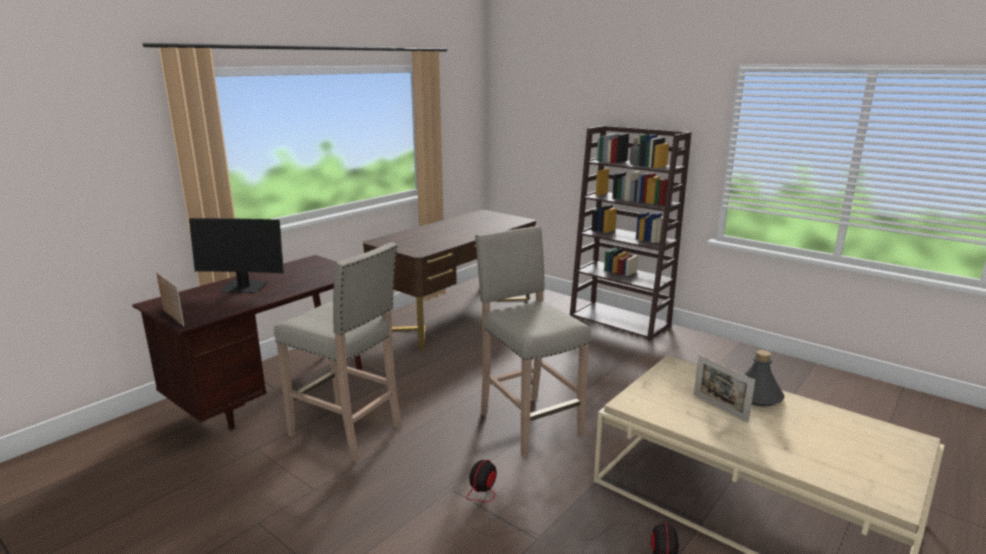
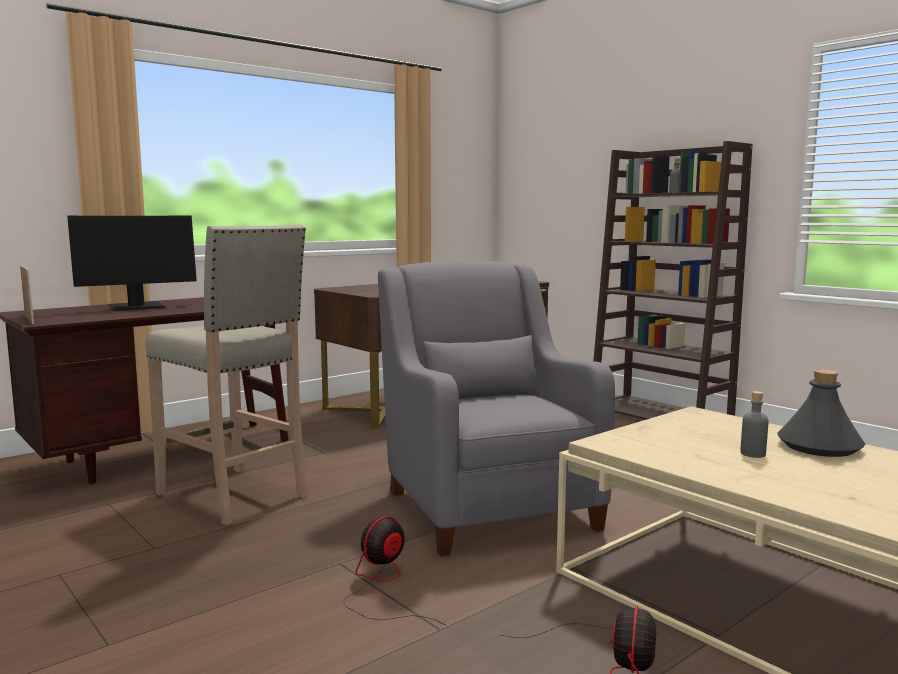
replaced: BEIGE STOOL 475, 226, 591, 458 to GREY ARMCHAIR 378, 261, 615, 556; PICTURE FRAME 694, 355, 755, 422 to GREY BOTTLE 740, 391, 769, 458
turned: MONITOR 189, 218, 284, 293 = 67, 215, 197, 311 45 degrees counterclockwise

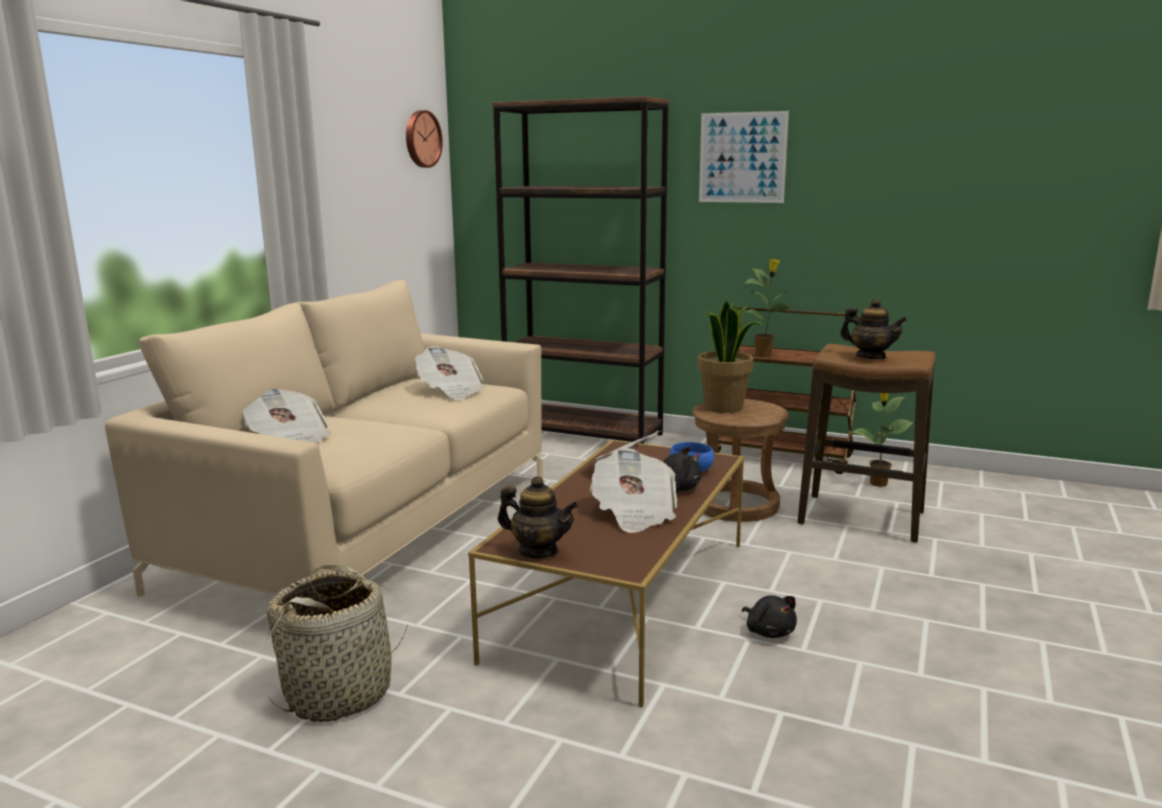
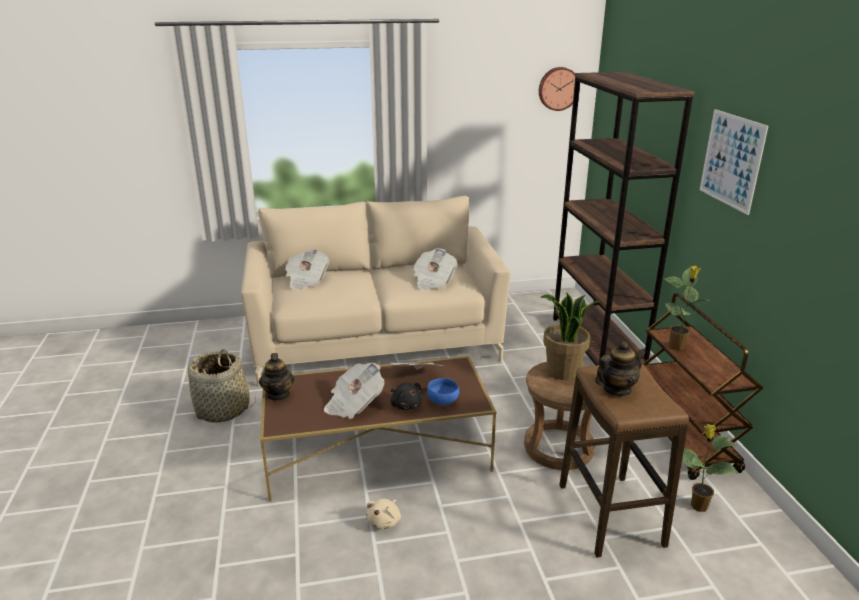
recoloured: BLACK PLUSH TOY 742, 595, 797, 638 to BEIGE PLUSH TOY 366, 498, 401, 529
turned: TEAPOT 840, 298, 907, 359 = 595, 341, 646, 396 120 degrees counterclockwise

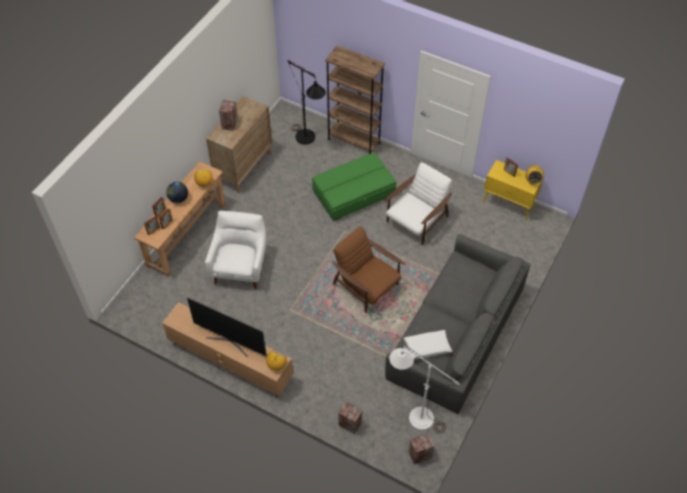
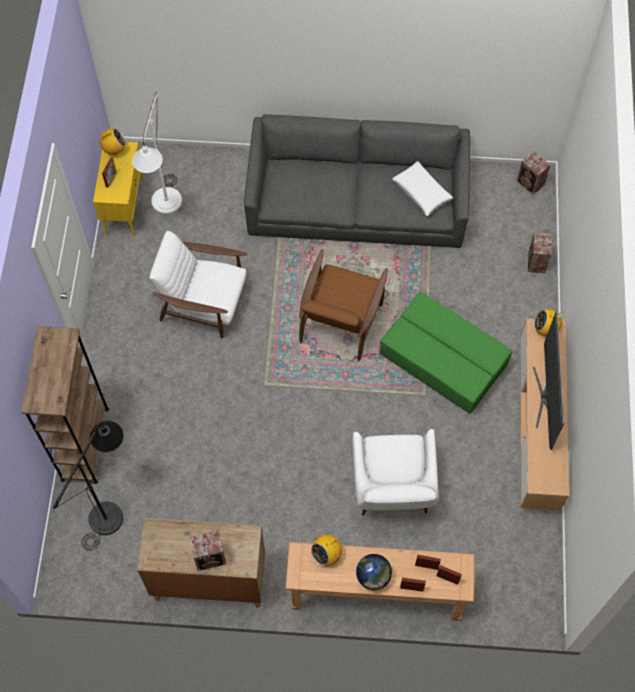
moved: GREEN OTTOMAN 312, 153, 397, 221 to 380, 292, 512, 414; WHITE FLOOR LAMP 389, 345, 461, 434 to 132, 92, 182, 214
turned: WHITE ARMCHAIR 205, 211, 266, 289 = 352, 429, 439, 516 75 degrees counterclockwise

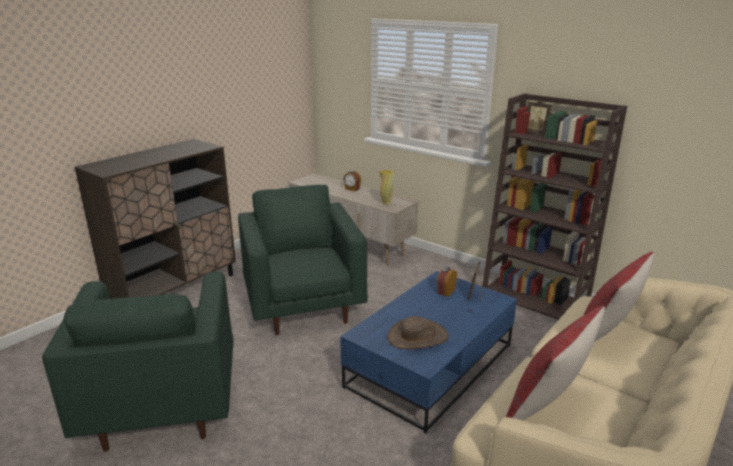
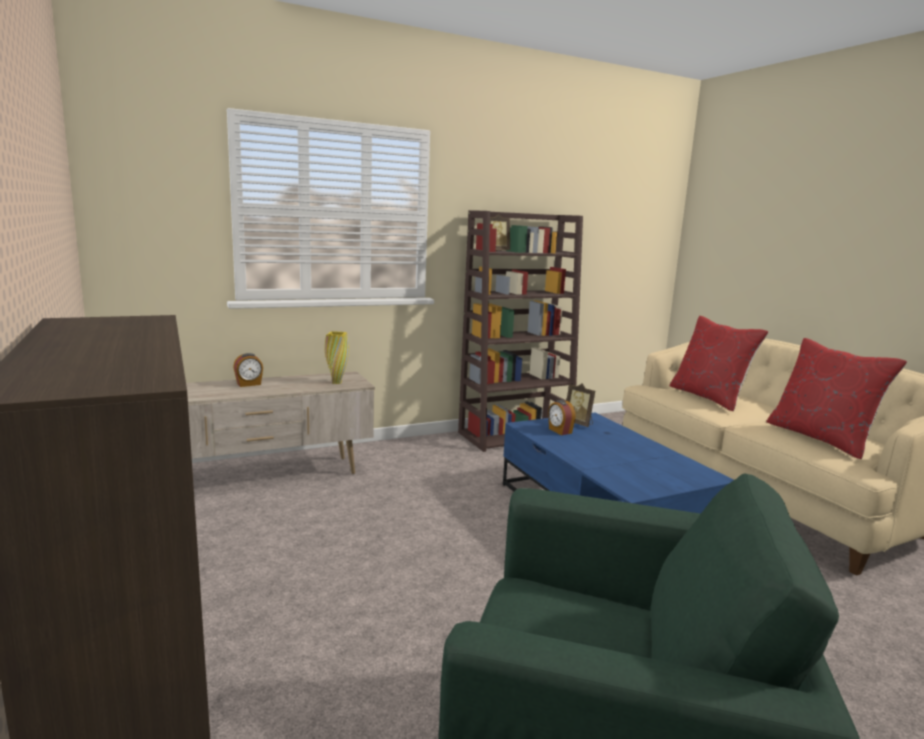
removed: GREEN ARMCHAIR 238, 185, 368, 335; BROWN HAT 388, 316, 449, 349

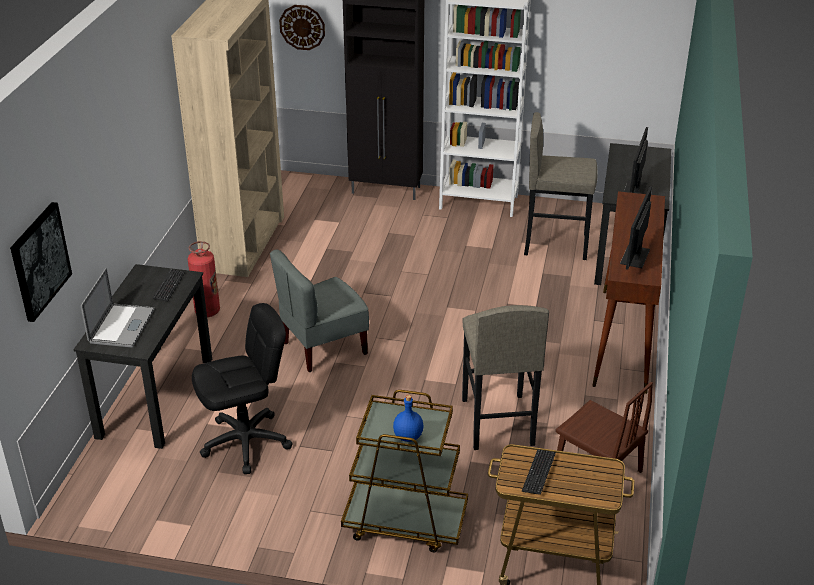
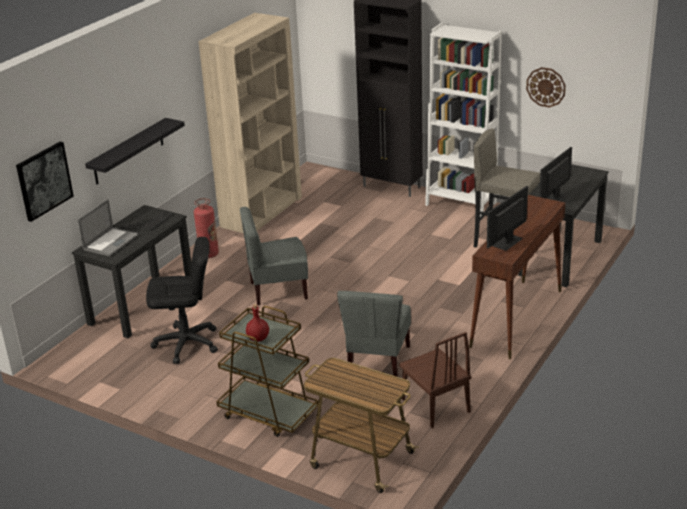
removed: KEYBOARD 522, 449, 556, 495
added: BLACK SHELF 85, 118, 185, 184
moved: WALL CLOCK 279, 5, 325, 50 to 526, 67, 566, 107
replaced: GREY STOOL 462, 305, 549, 450 to GREY CHAIR 337, 291, 411, 377
recoloured: BLUE BOTTLE 393, 395, 424, 442 to RED BOTTLE 246, 304, 269, 342

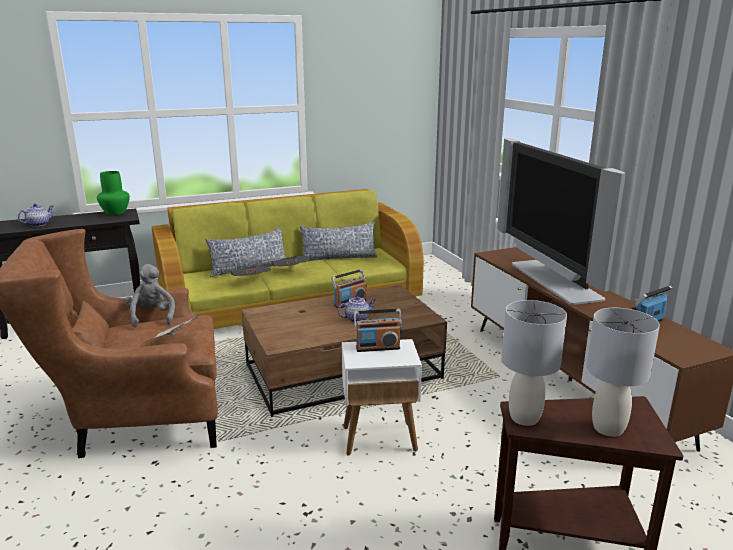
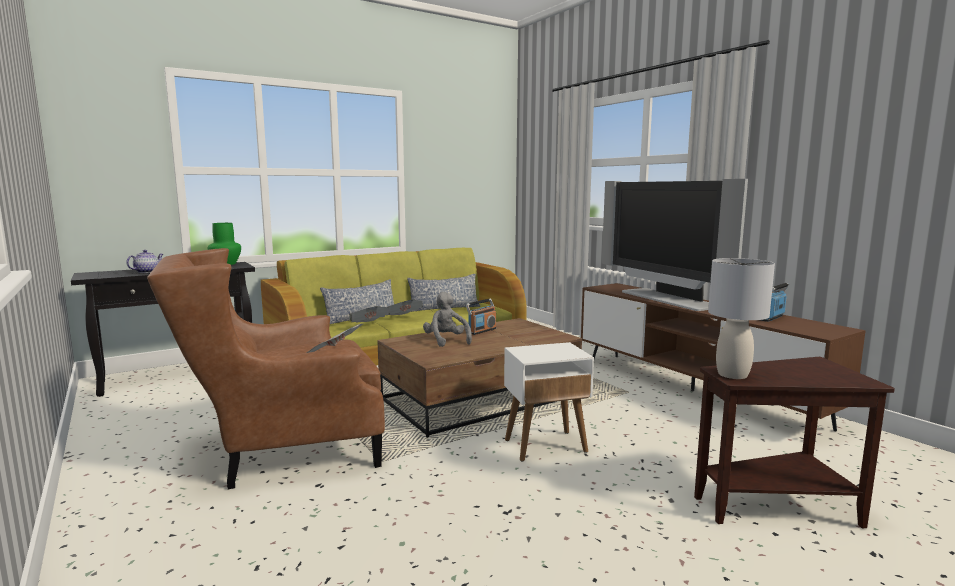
removed: TEAPOT 338, 296, 376, 322; GREY TABLE LAMP 587, 308, 660, 437; RADIO 354, 309, 402, 352
moved: GREY PLUSH TOY 125, 264, 175, 327 to 423, 292, 472, 347

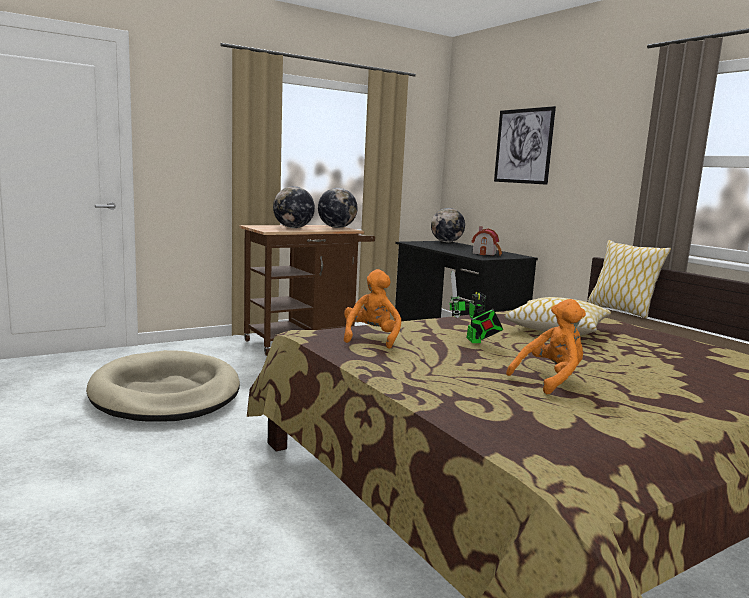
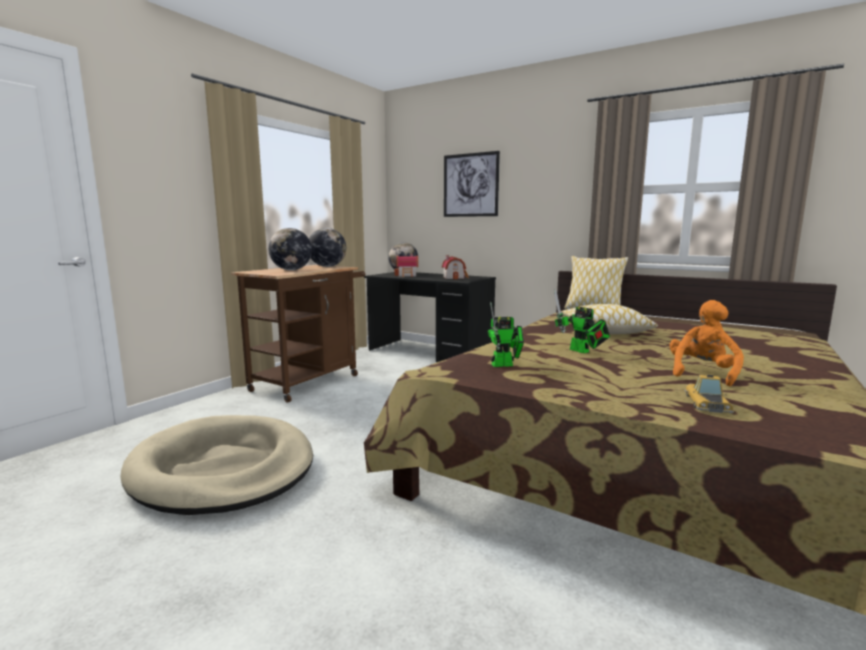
added: TOY HOUSE 395, 254, 418, 277; TOY CAR 685, 374, 734, 413
replaced: ORANGE PLUSH TOY 344, 269, 401, 349 to TOY ROBOT 488, 302, 524, 367

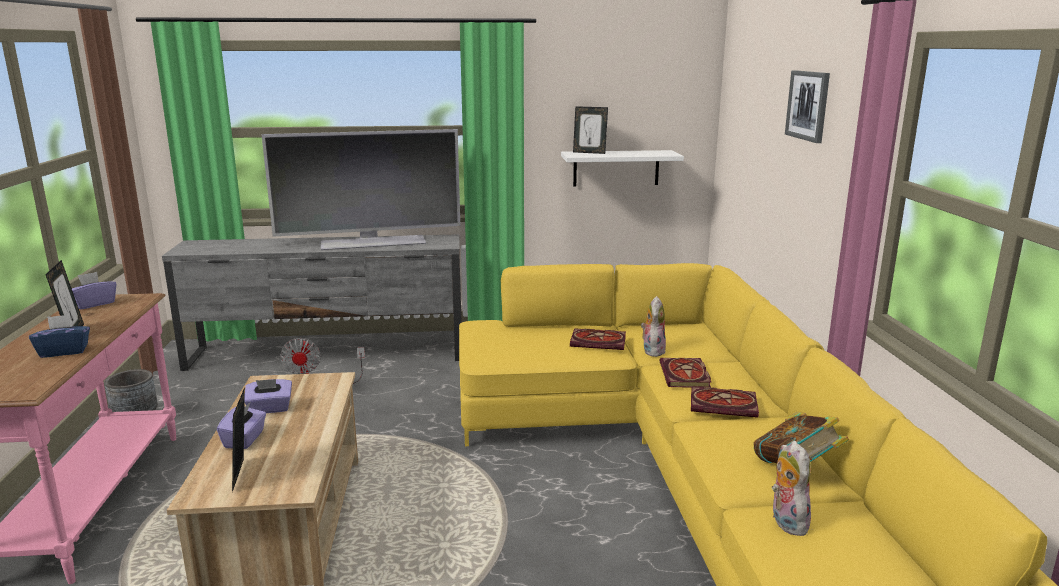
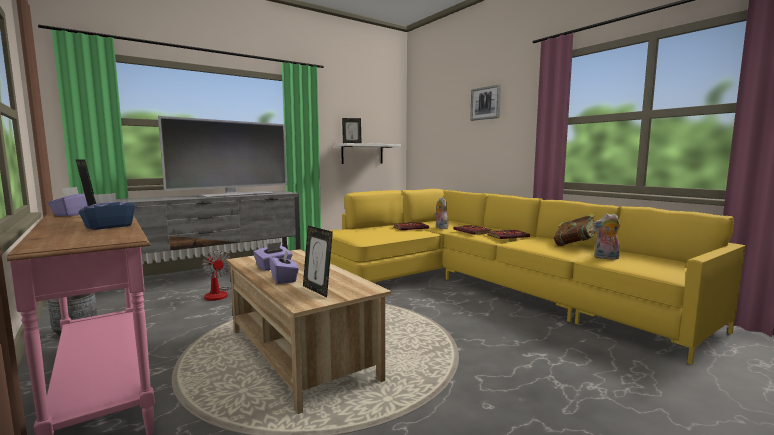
turned: PLUSH TOY 772, 441, 811, 536 = 593, 213, 620, 260 45 degrees counterclockwise

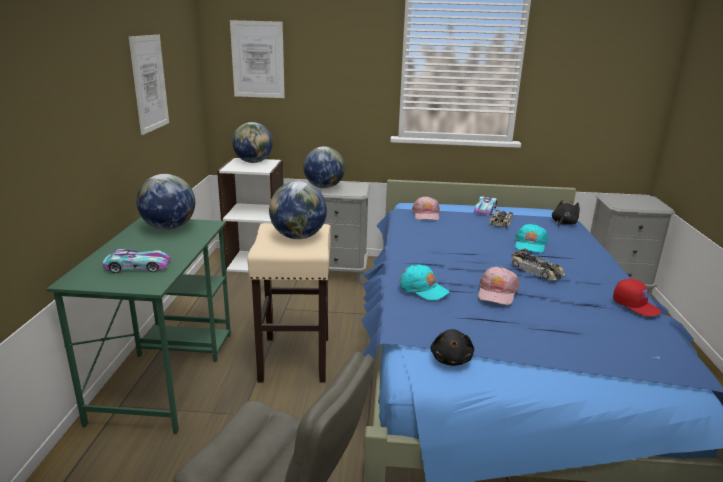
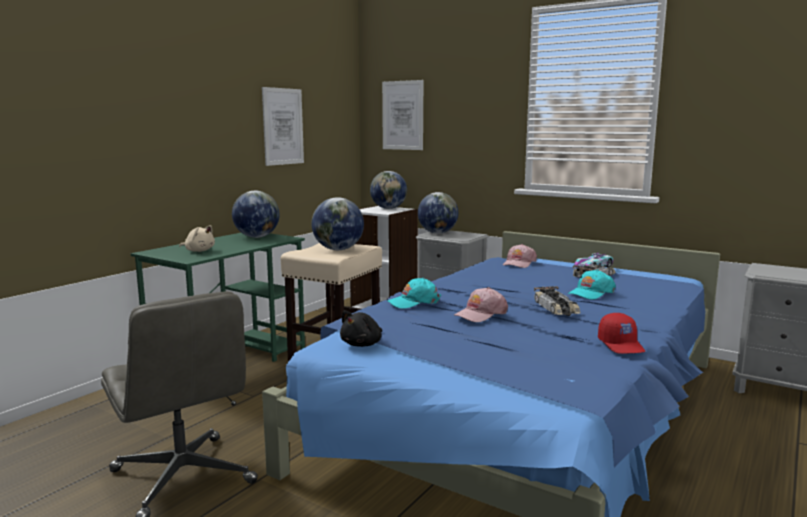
removed: BLACK PLUSH TOY 552, 200, 580, 227
replaced: TOY CAR 103, 249, 170, 273 to BEIGE PLUSH TOY 179, 225, 215, 252
turned: TURQUOISE CAP 399, 264, 450, 301 = 387, 278, 441, 309 90 degrees clockwise

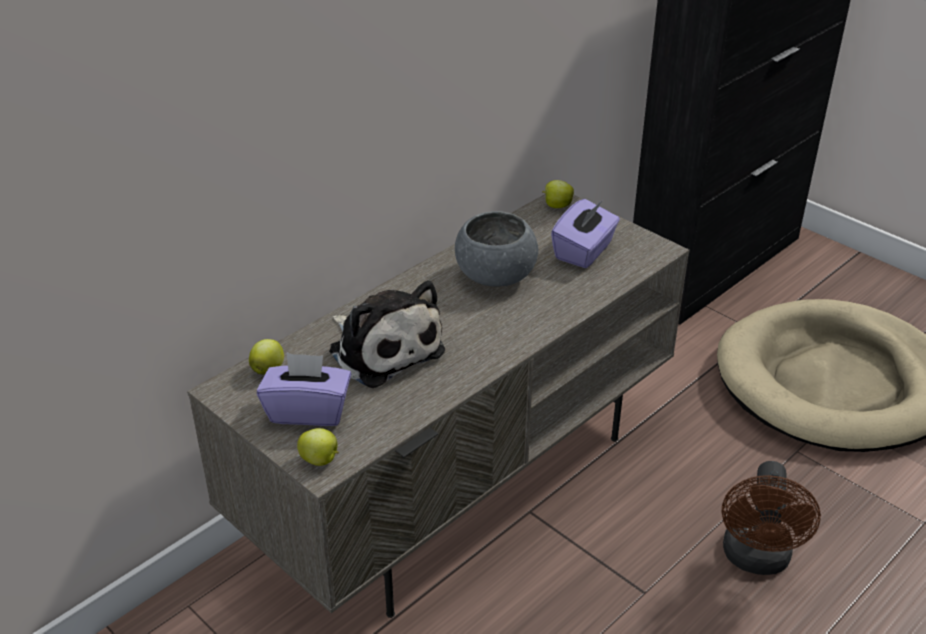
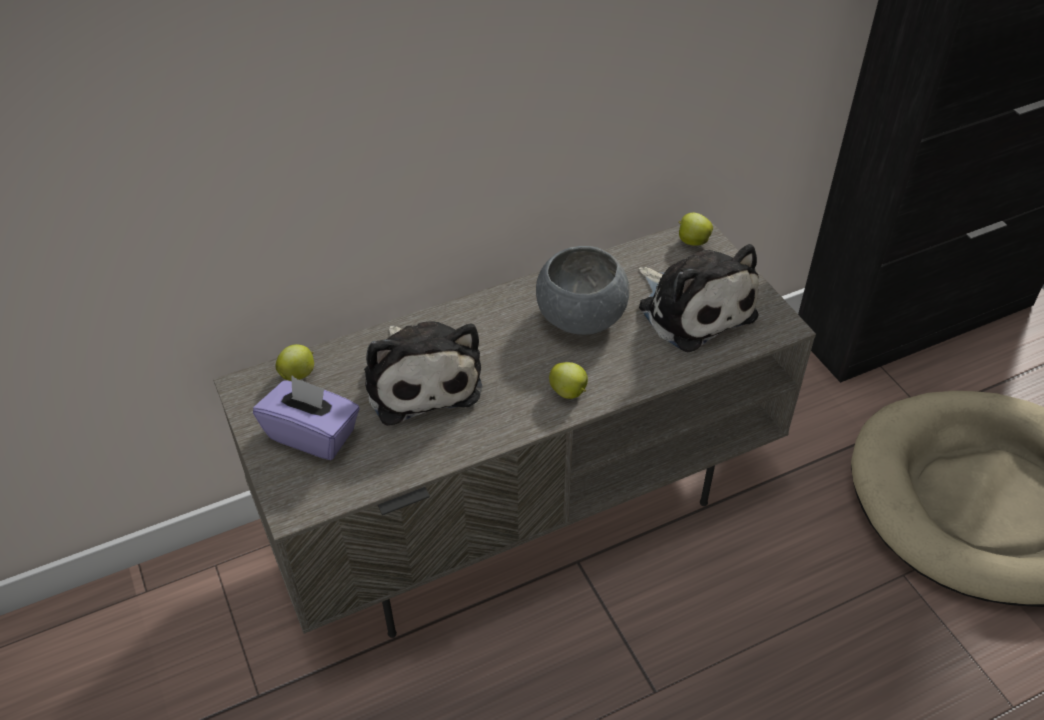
removed: BROWN FAN 722, 461, 821, 575
moved: APPLE 297, 428, 339, 466 to 549, 362, 588, 399
replaced: PURPLE TISSUE BOX 551, 199, 620, 268 to PLUSH TOY 639, 244, 759, 352

